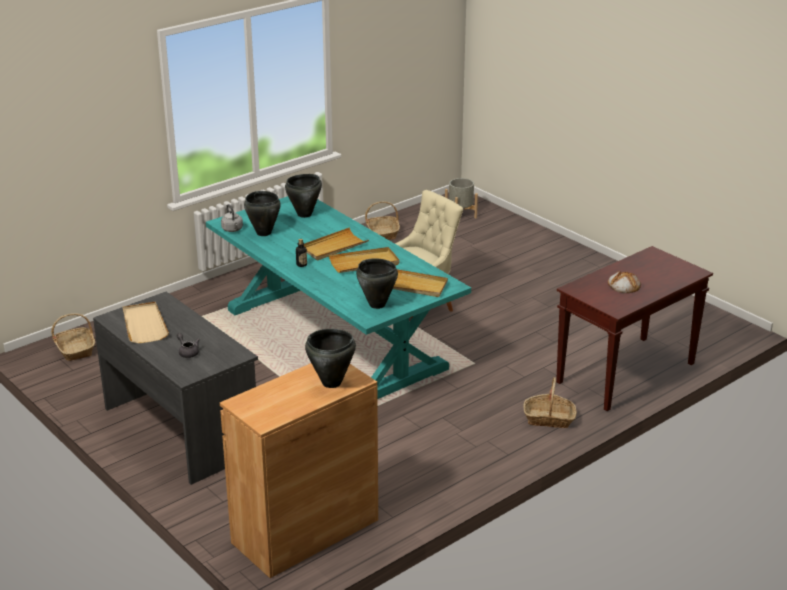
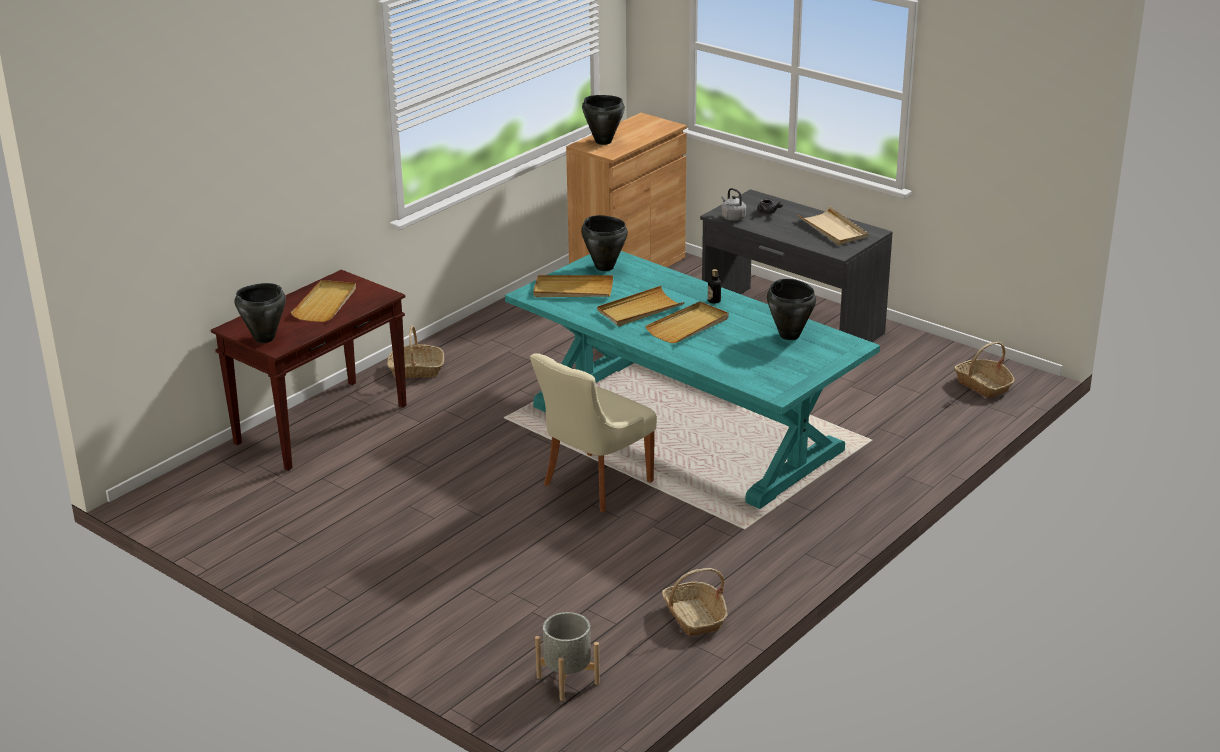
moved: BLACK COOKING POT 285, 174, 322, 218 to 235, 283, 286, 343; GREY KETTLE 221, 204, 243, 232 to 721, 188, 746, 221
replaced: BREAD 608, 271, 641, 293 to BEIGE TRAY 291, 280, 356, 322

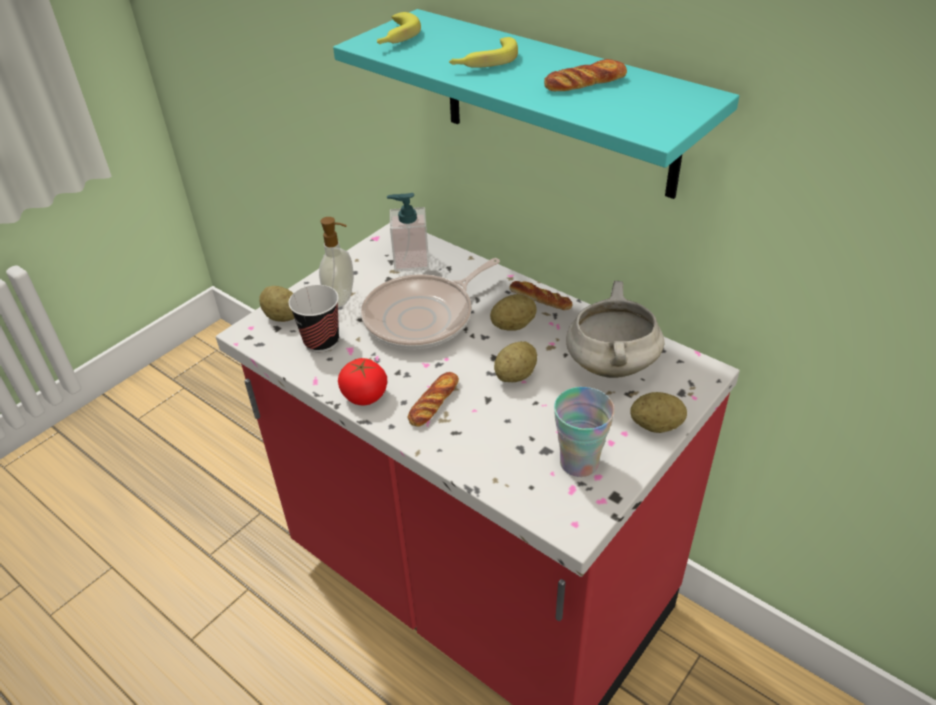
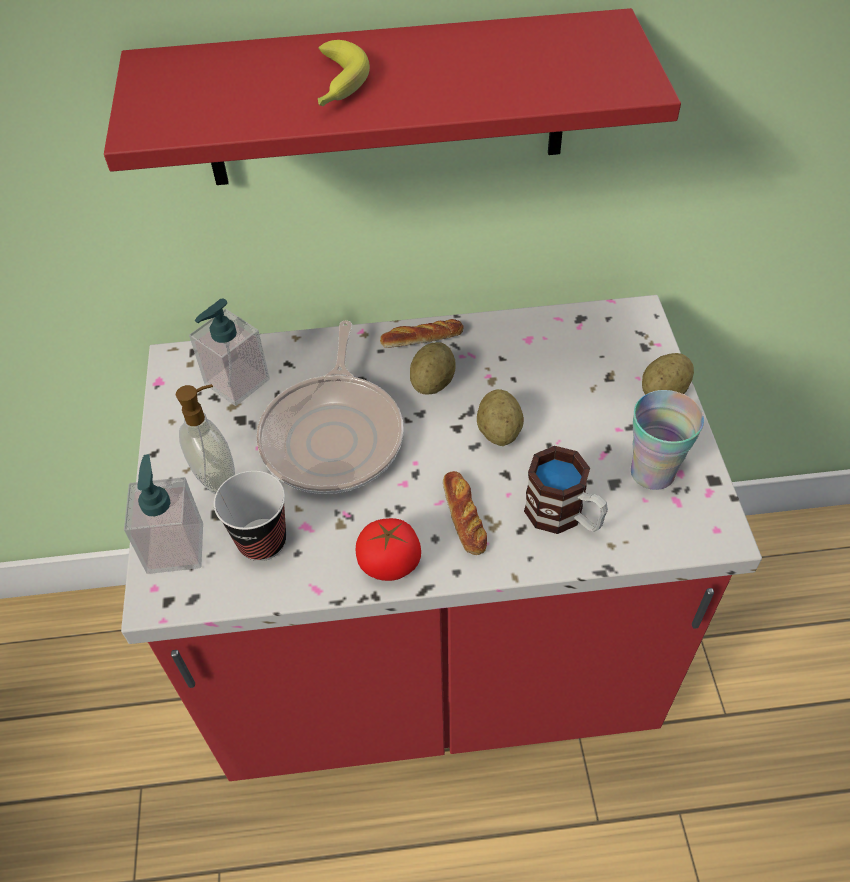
removed: BANANA 377, 12, 421, 44; BREAD 544, 59, 627, 91; WHITE COOKING POT 566, 281, 665, 378
added: MUG 524, 446, 608, 534
replaced: POTATO 259, 286, 294, 322 to SOAP DISPENSER 124, 454, 203, 574
recoloured: TURQUOISE SHELF 333, 9, 739, 199 to RED SHELF 104, 8, 681, 185

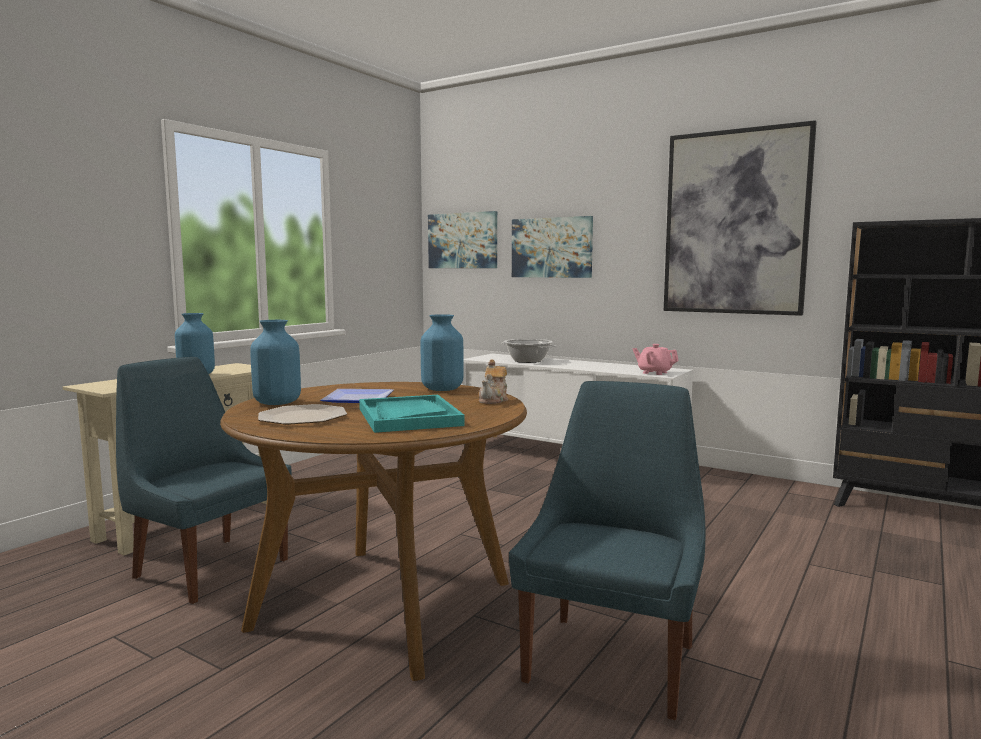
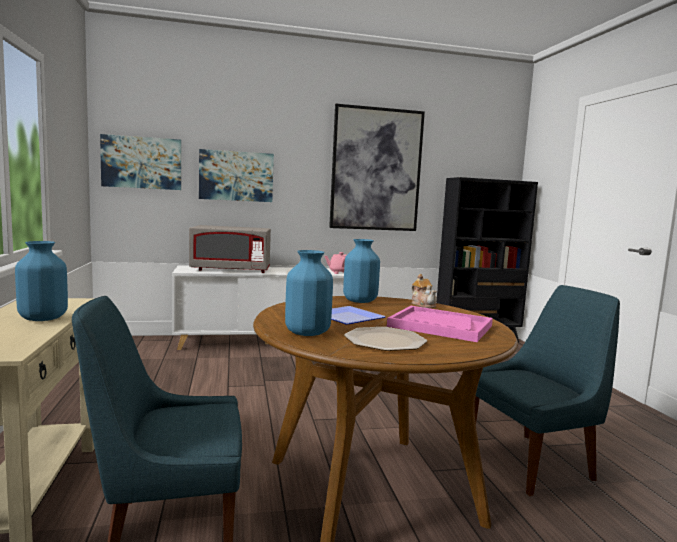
replaced: COOKING POT 501, 339, 556, 363 to GREY MICROWAVE 189, 225, 271, 273
recoloured: TURQUOISE TRAY 359, 395, 465, 433 to PINK TRAY 387, 306, 493, 342
turned: BLUE CHAIR 509, 381, 706, 720 = 474, 285, 620, 496 90 degrees clockwise

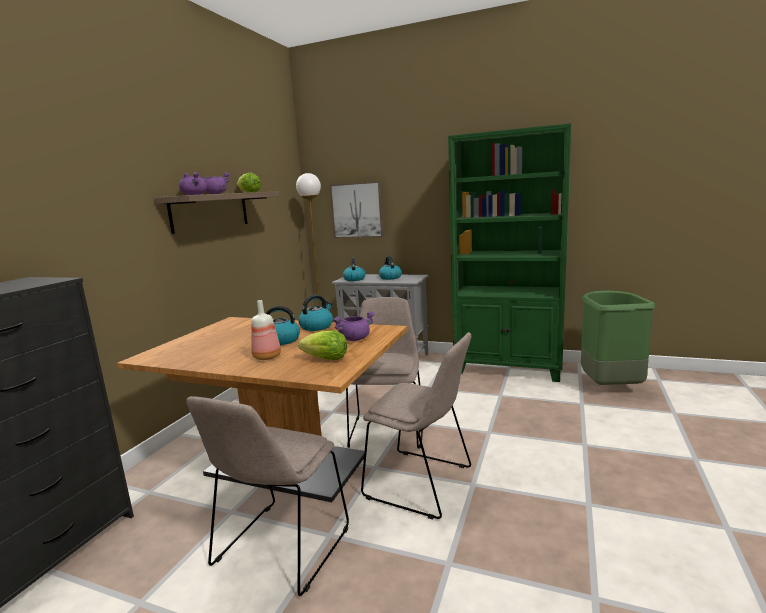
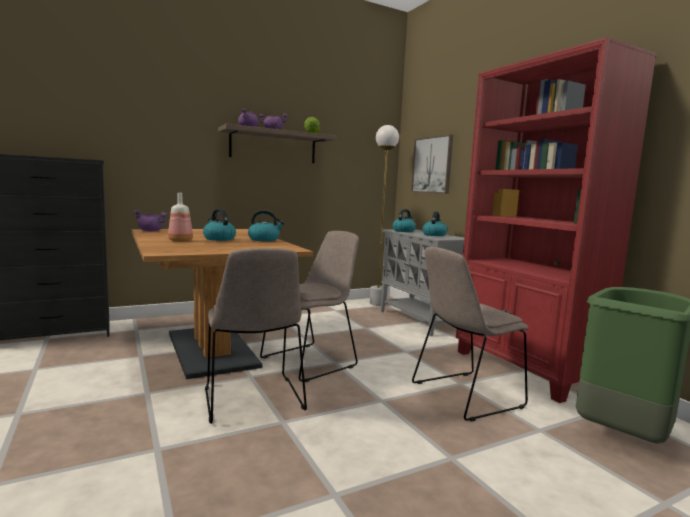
removed: LETTUCE 298, 330, 347, 360
moved: PURPLE COOKING POT 333, 311, 375, 341 to 134, 210, 168, 231; BEIGE CHAIR 186, 396, 349, 596 to 412, 247, 528, 422
recoloured: GREEN BOOKCASE 448, 123, 571, 382 to RED BOOKCASE 456, 37, 657, 403

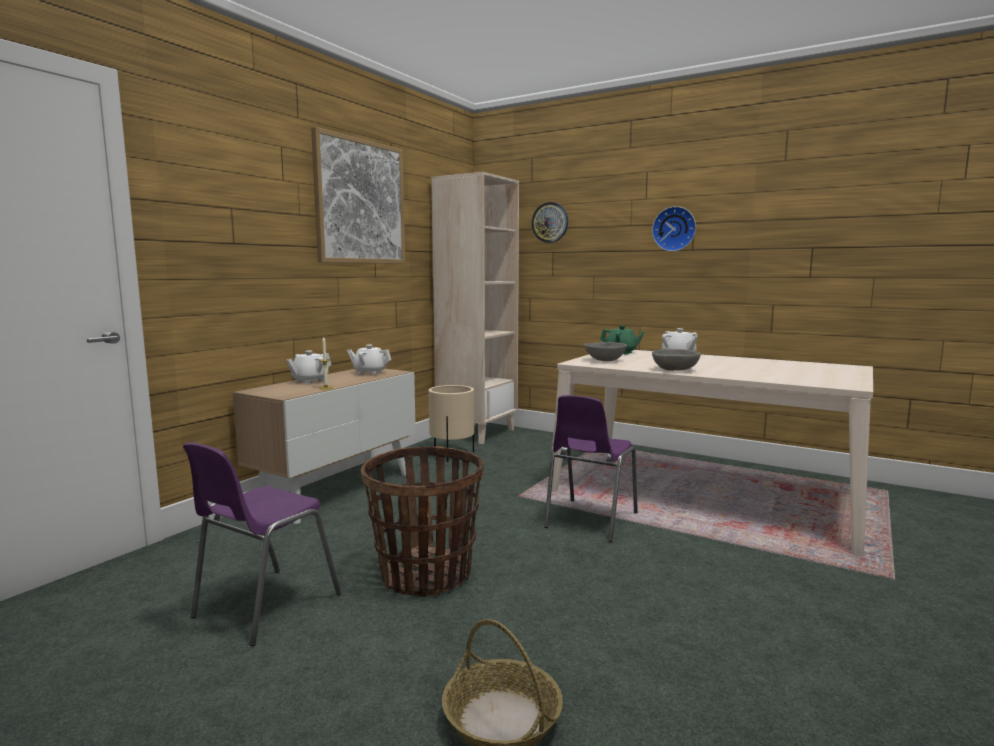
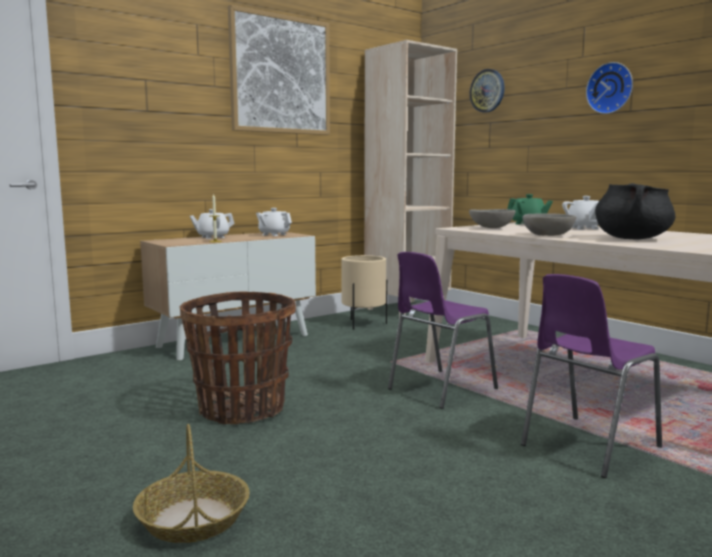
added: BLACK COOKING POT 595, 183, 675, 239
moved: PURPLE CHAIR 183, 443, 341, 646 to 521, 274, 662, 478

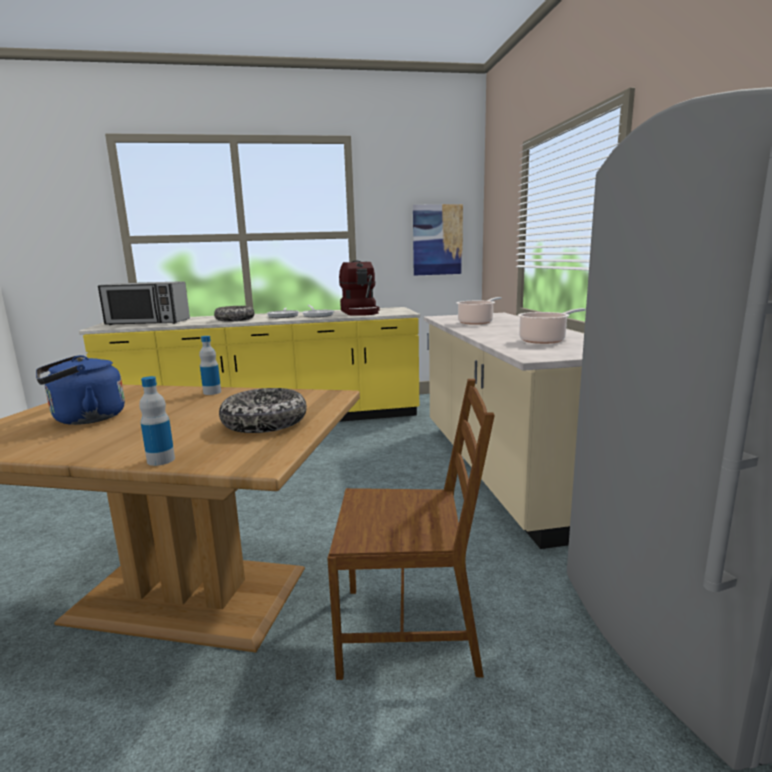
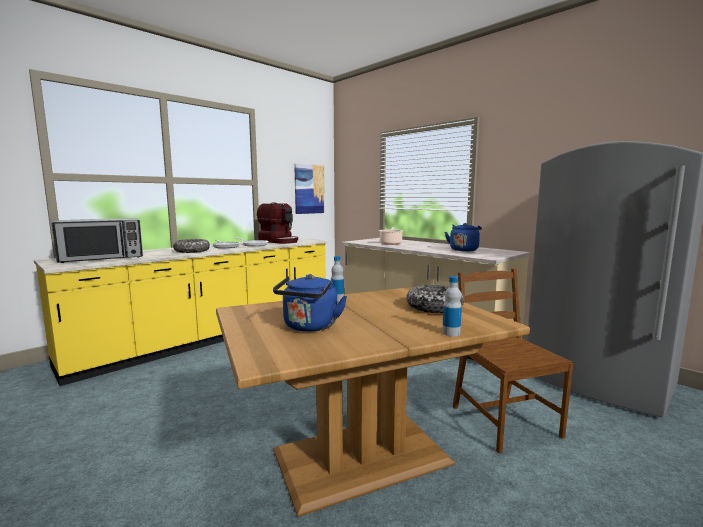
replaced: COOKING POT 518, 308, 586, 344 to BLUE KETTLE 445, 223, 482, 251
turned: BROWN CHAIR 327, 379, 495, 680 = 453, 269, 573, 453 75 degrees counterclockwise

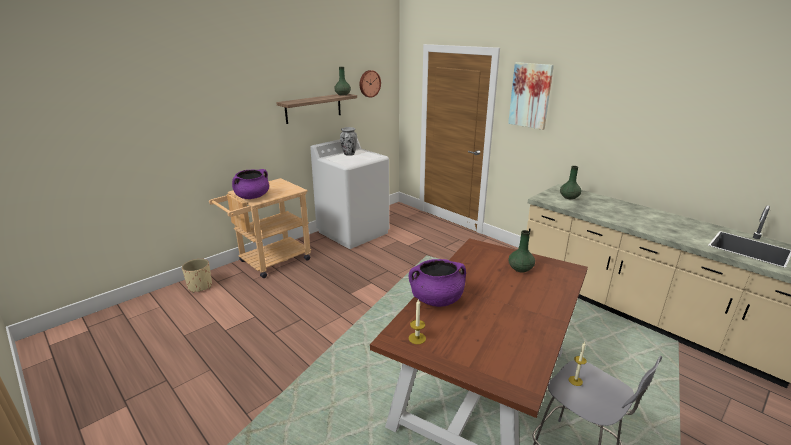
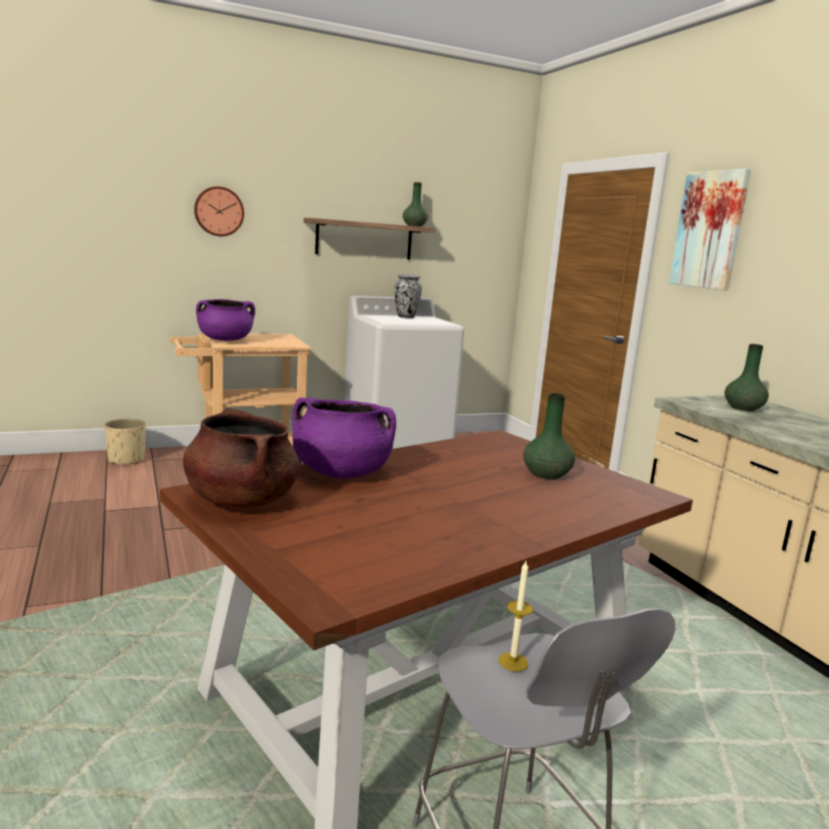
moved: WALL CLOCK 360, 70, 381, 98 to 194, 186, 244, 236
replaced: CANDLE 409, 299, 426, 344 to BROWN COOKING POT 183, 408, 300, 508

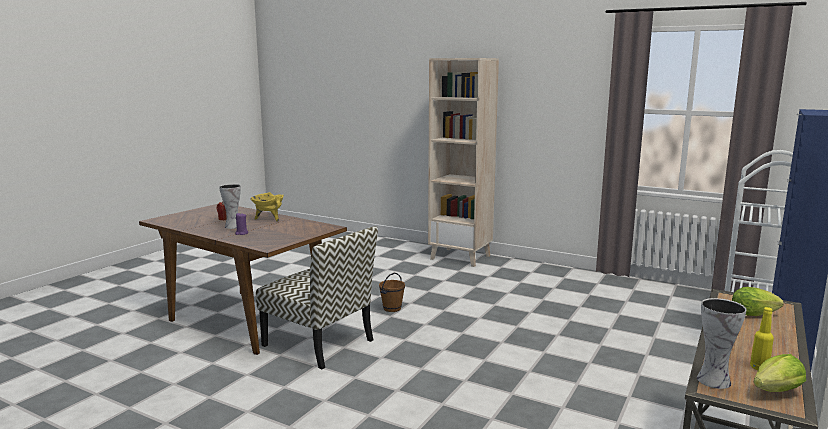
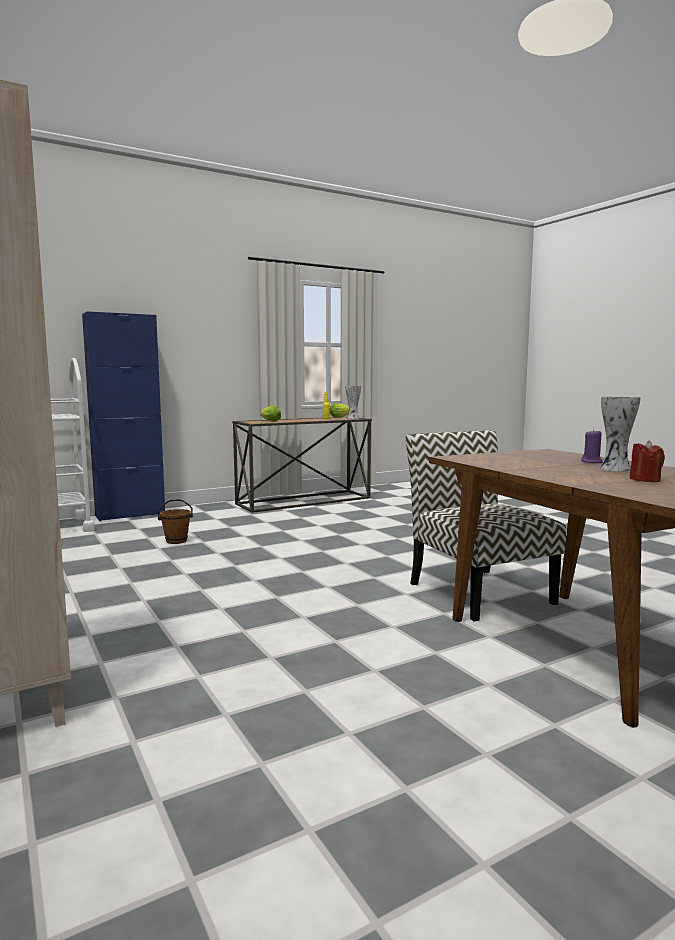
removed: YELLOW COOKING POT 250, 192, 284, 221
moved: BROWN BUCKET 379, 273, 405, 312 to 158, 499, 193, 544

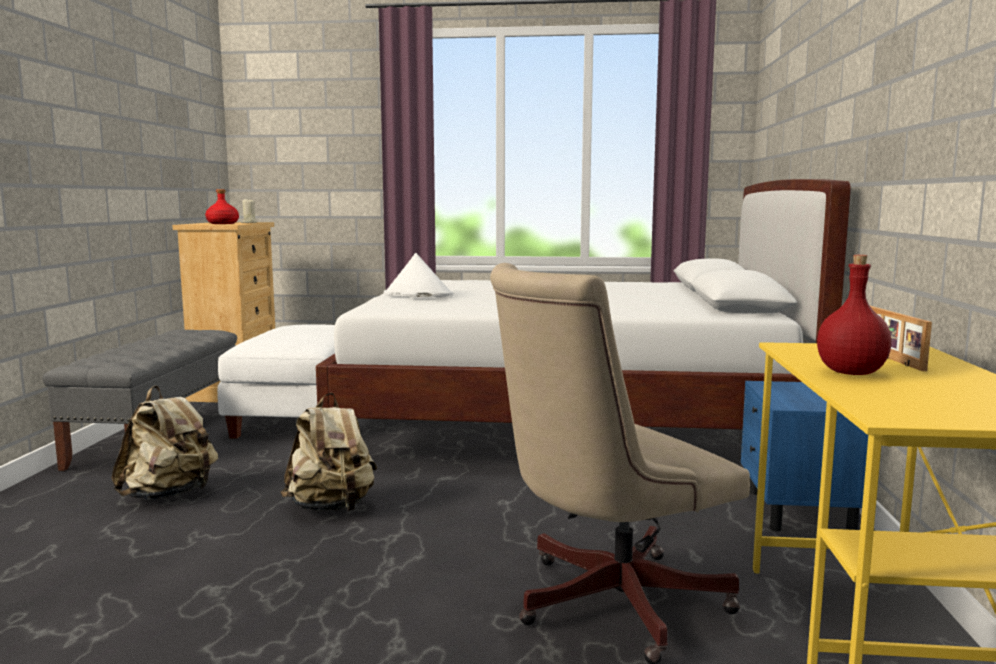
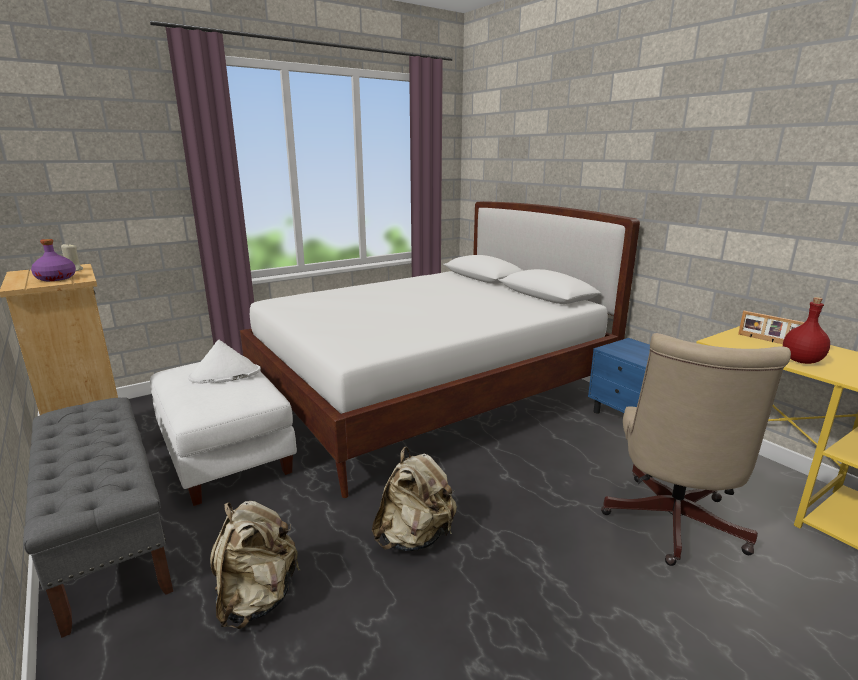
moved: WHITE HAT 384, 253, 454, 297 to 188, 340, 261, 384
recoloured: RED BOTTLE 205, 189, 239, 224 to PURPLE BOTTLE 31, 239, 76, 281

